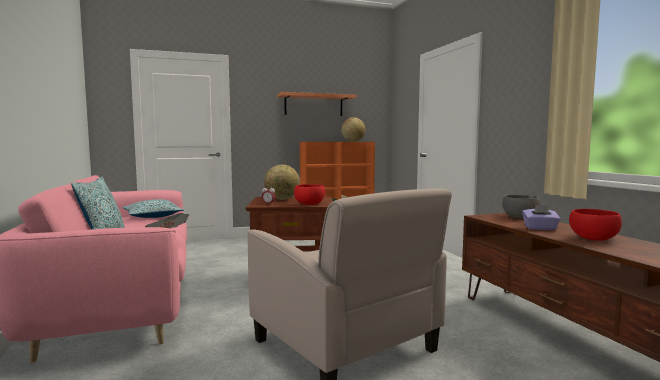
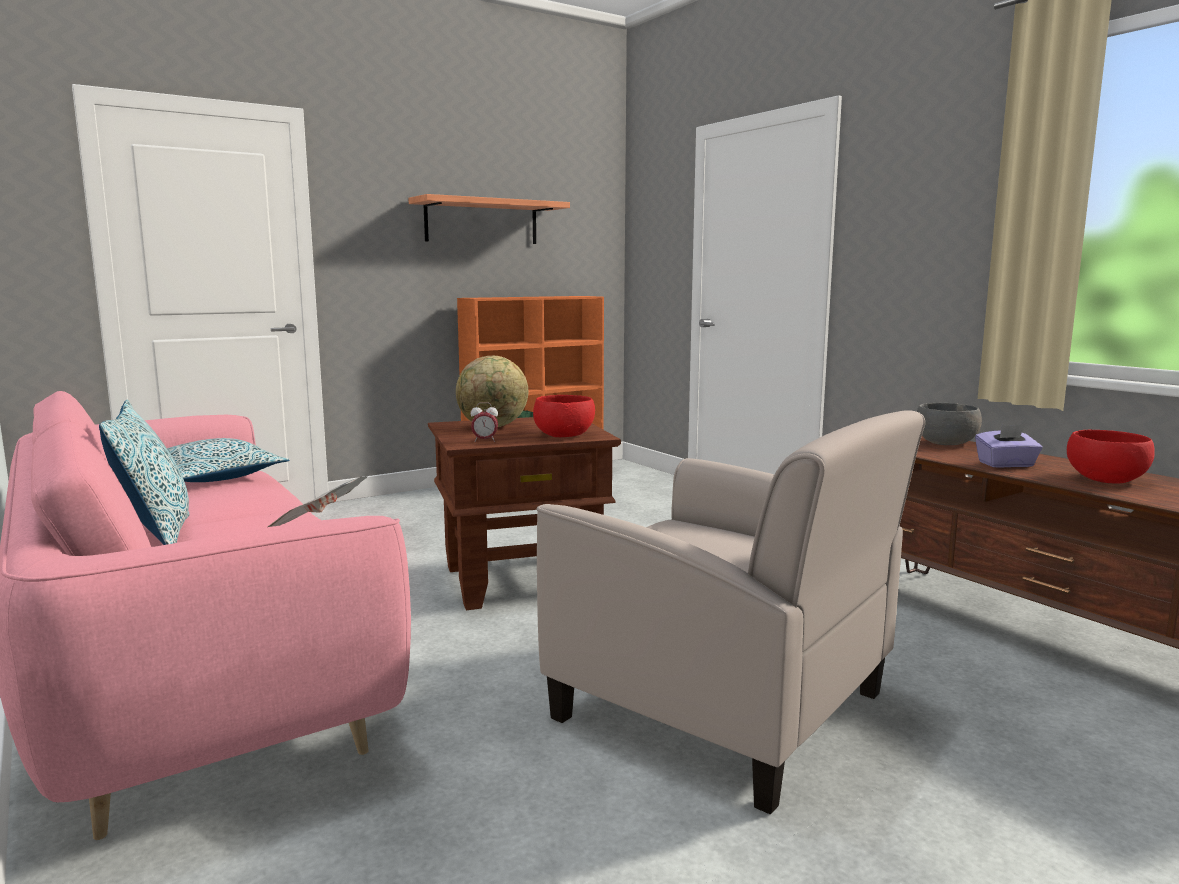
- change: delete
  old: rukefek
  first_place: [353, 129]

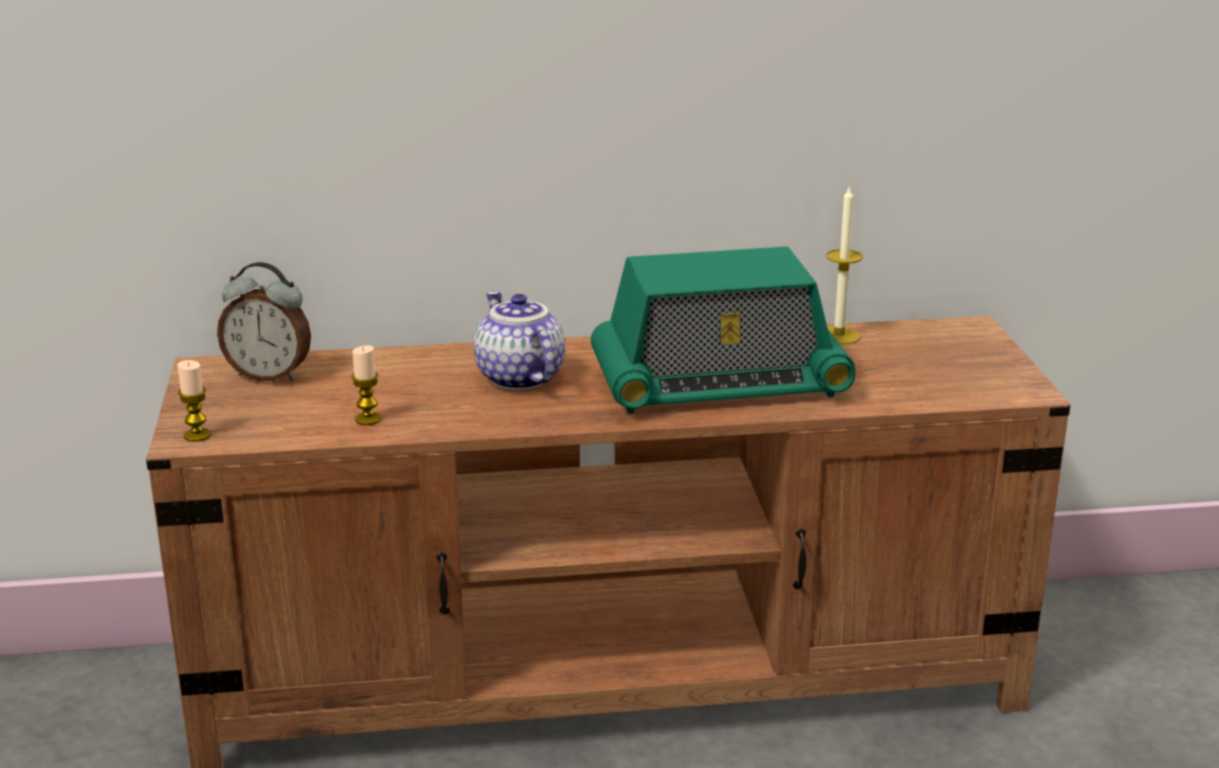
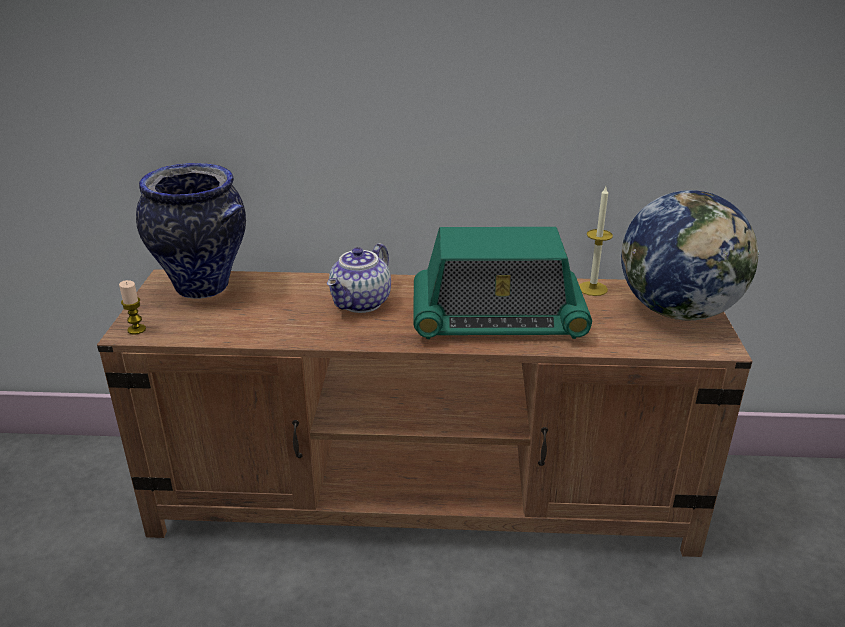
- change: delete
  old: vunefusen
  first_place: [366, 385]
- change: insert
  new: rukefek
  second_place: [690, 255]
- change: replace
  old: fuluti
  new: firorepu
  first_place: [264, 322]
  second_place: [191, 231]
- change: rotate
  old: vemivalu
  first_place: [519, 341]
  second_place: [359, 278]
  degrees: -135

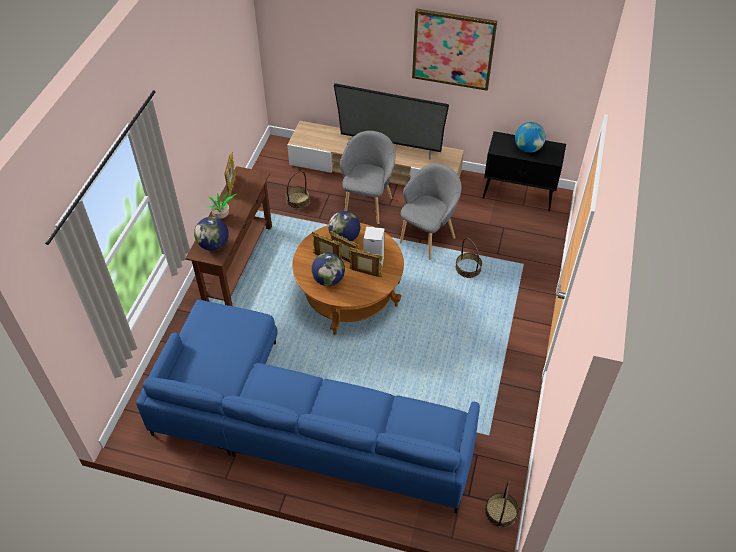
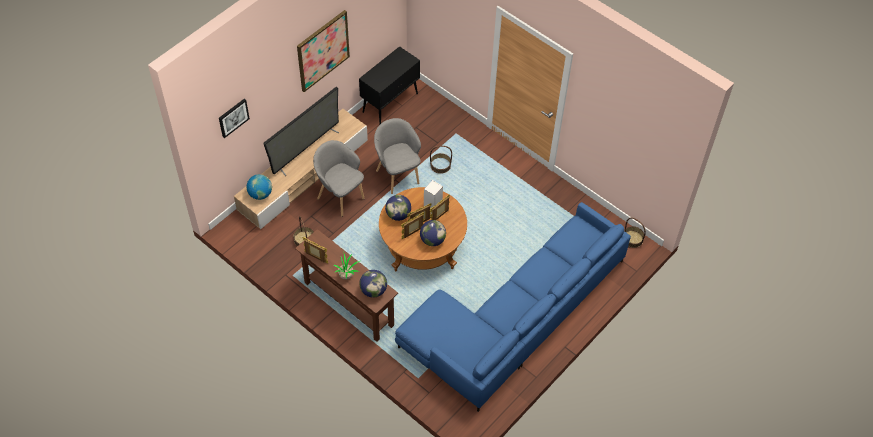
- change: insert
  new: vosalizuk
  second_place: [234, 118]
- change: move
  old: rukefek
  first_place: [530, 137]
  second_place: [259, 187]

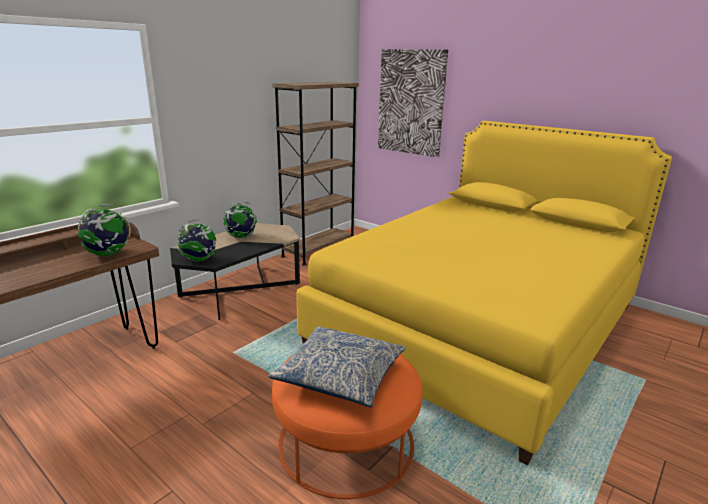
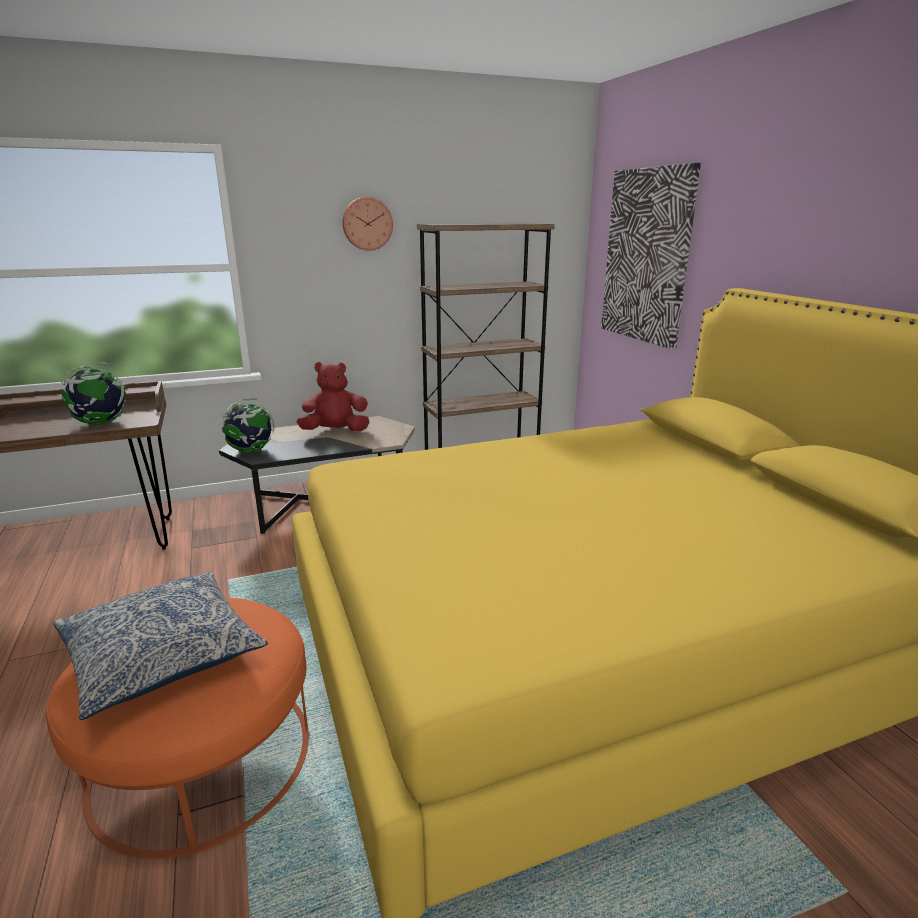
- change: insert
  new: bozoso
  second_place: [367, 223]
- change: replace
  old: rukefek
  new: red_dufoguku
  first_place: [240, 220]
  second_place: [333, 396]

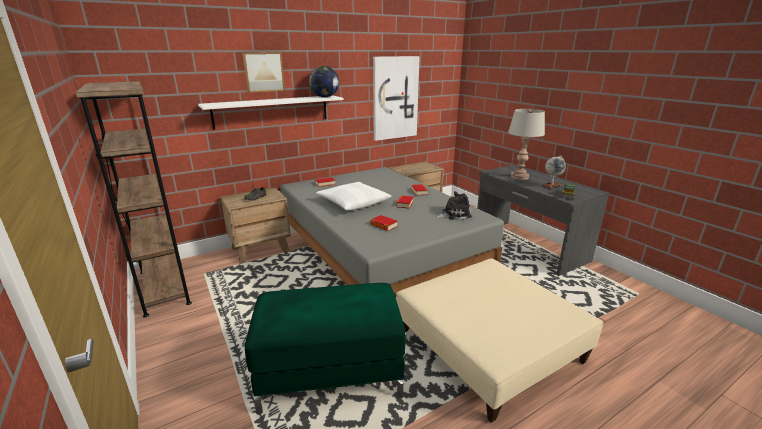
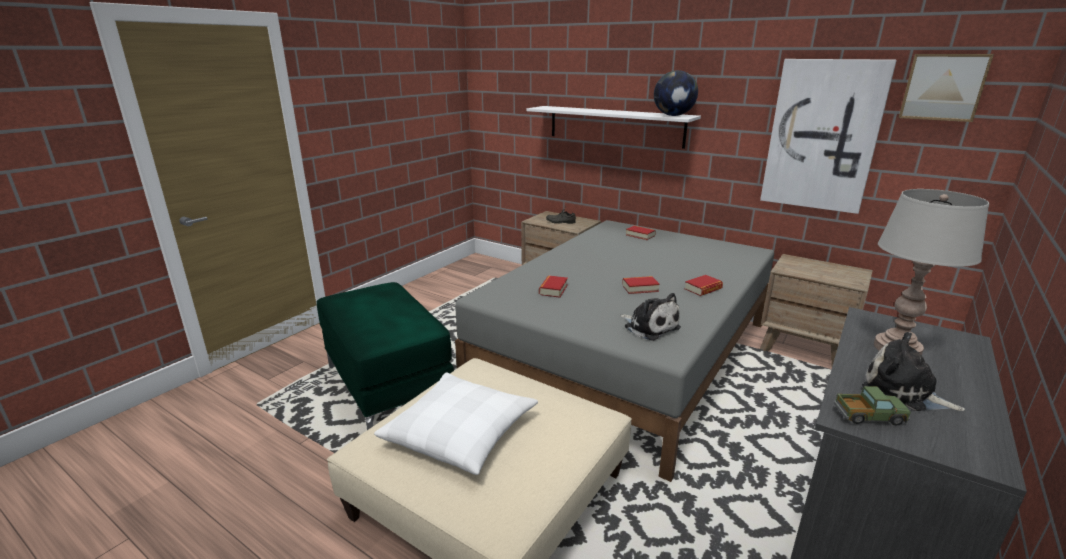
- change: delete
  old: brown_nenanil
  first_place: [134, 199]
- change: move
  old: vosalizuk
  first_place: [264, 72]
  second_place: [946, 88]
- change: move
  old: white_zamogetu
  first_place: [353, 196]
  second_place: [456, 423]
- change: replace
  old: rukefek
  new: dufoguku
  first_place: [554, 173]
  second_place: [913, 371]

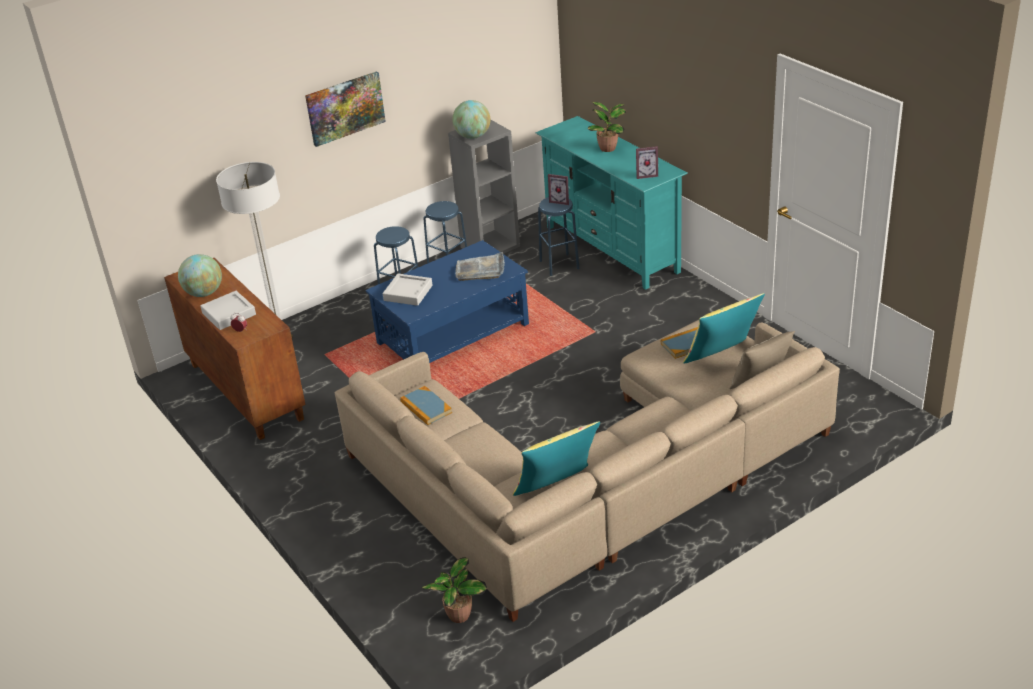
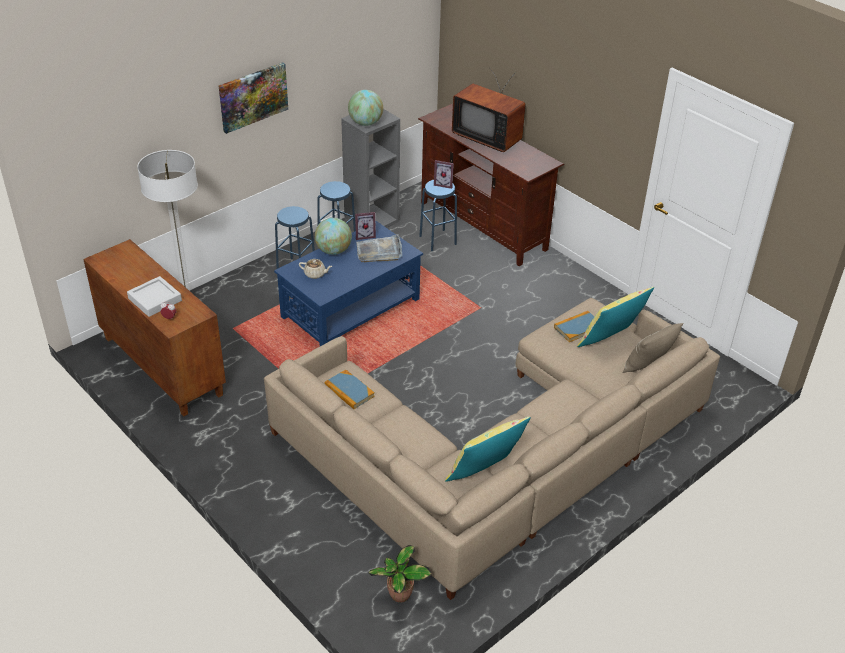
- change: move
  old: rukefek
  first_place: [200, 275]
  second_place: [333, 236]
- change: move
  old: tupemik
  first_place: [647, 162]
  second_place: [365, 226]
- change: replace
  old: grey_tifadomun
  new: beige_vemivalu
  first_place: [407, 290]
  second_place: [315, 269]
- change: replace
  old: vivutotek
  new: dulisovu
  first_place: [606, 127]
  second_place: [489, 109]
- change: recolor
  old: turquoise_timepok
  new: brown_timepok
  first_place: [612, 203]
  second_place: [491, 185]

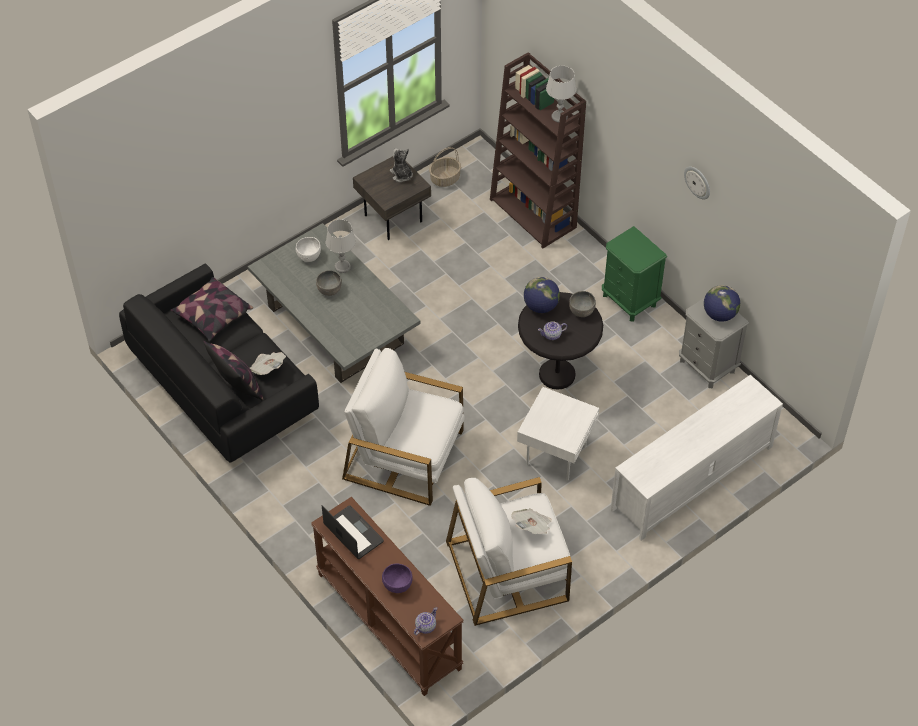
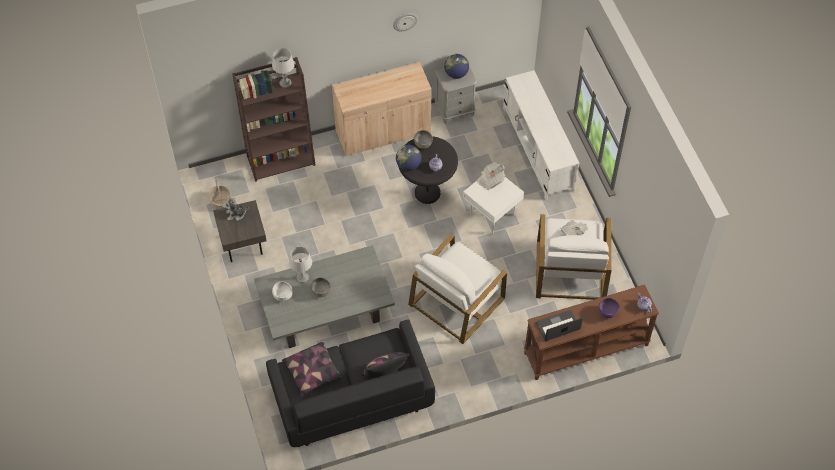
- change: move
  old: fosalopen
  first_place: [268, 363]
  second_place: [491, 176]
- change: replace
  old: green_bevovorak
  new: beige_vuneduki
  first_place: [634, 274]
  second_place: [381, 109]

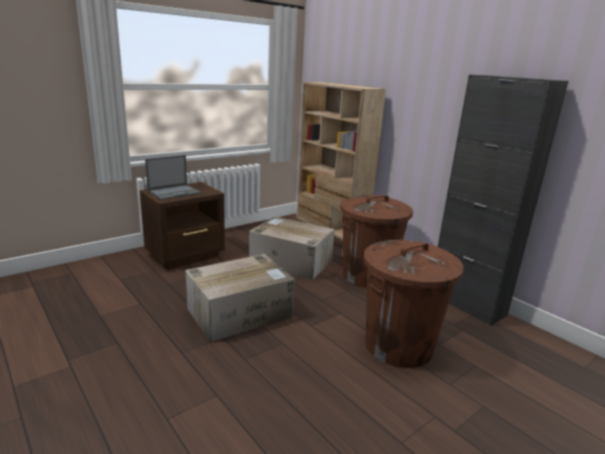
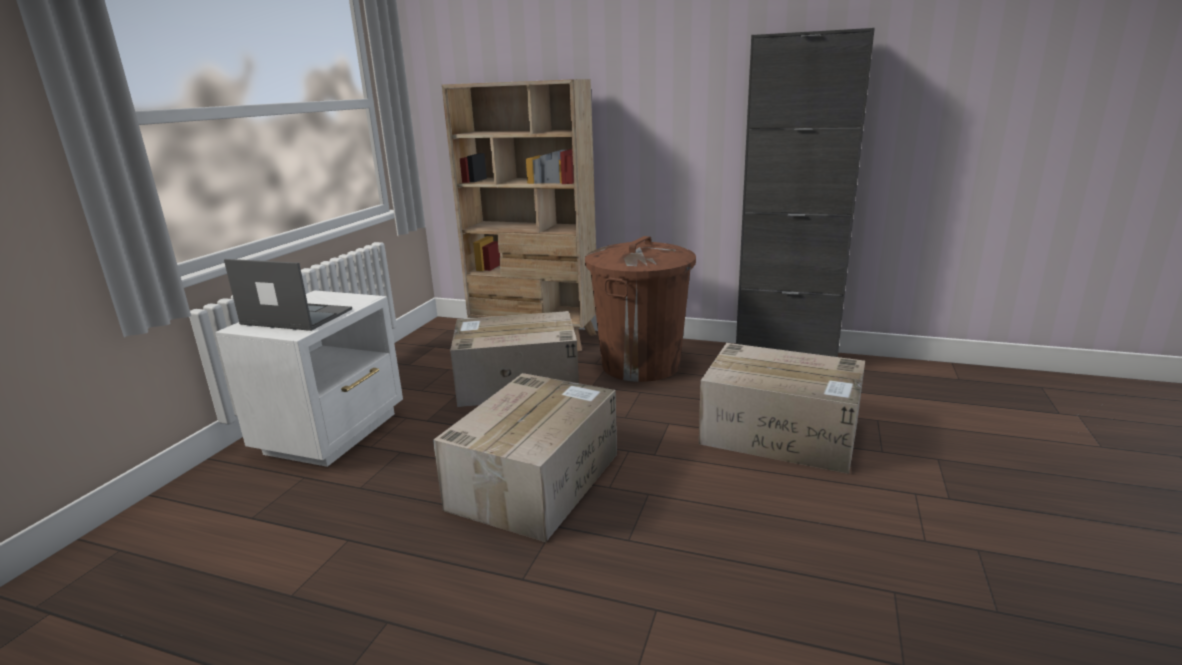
- change: replace
  old: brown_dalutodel
  new: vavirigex
  first_place: [414, 304]
  second_place: [782, 408]
- change: recolor
  old: brown_bevovorak
  new: white_bevovorak
  first_place: [182, 226]
  second_place: [309, 378]
- change: rotate
  old: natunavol
  first_place: [173, 177]
  second_place: [288, 295]
  degrees: -90

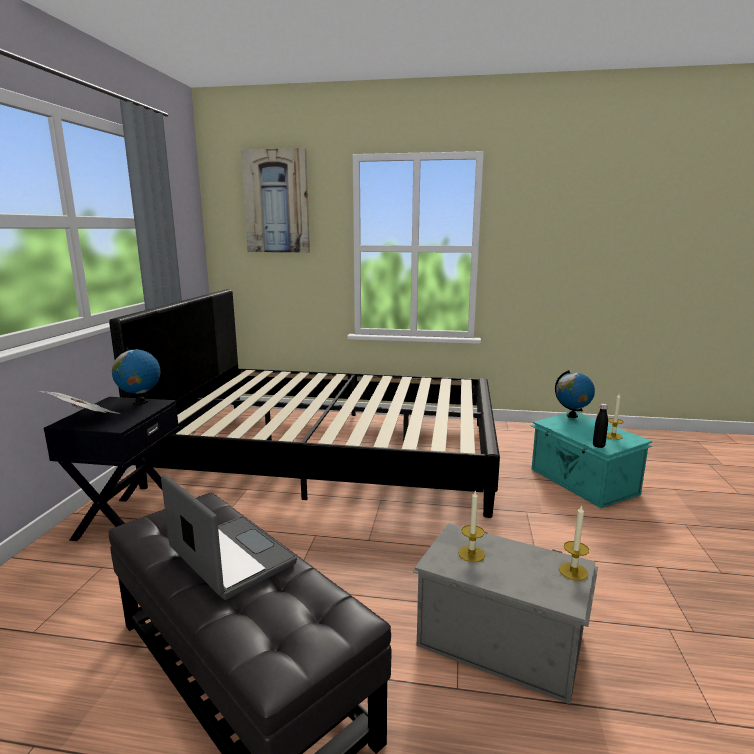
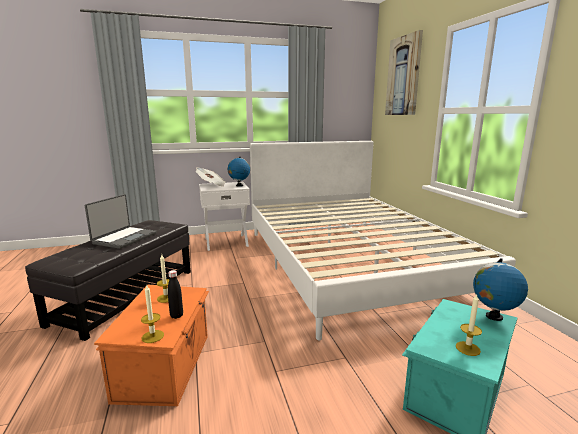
- change: move
  old: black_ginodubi
  first_place: [600, 426]
  second_place: [175, 294]
- change: recolor
  old: black_bevovorak
  new: white_bevovorak
  first_place: [111, 469]
  second_place: [224, 216]
- change: recolor
  old: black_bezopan
  new: white_bezopan
  first_place: [304, 403]
  second_place: [383, 241]
- change: recolor
  old: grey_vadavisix
  new: orange_vadavisix
  first_place: [505, 613]
  second_place: [151, 345]

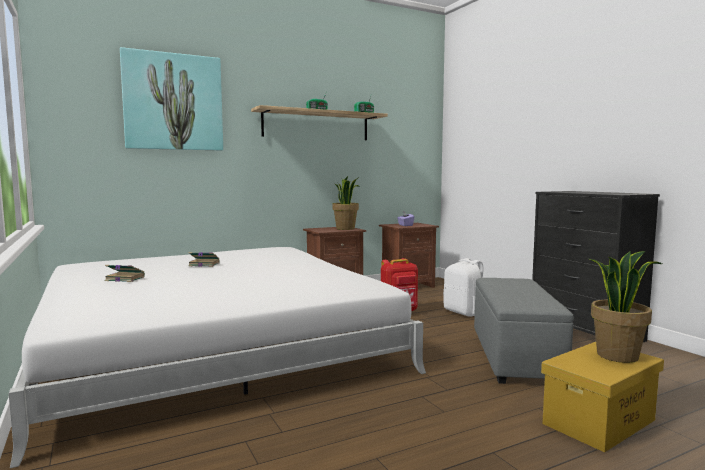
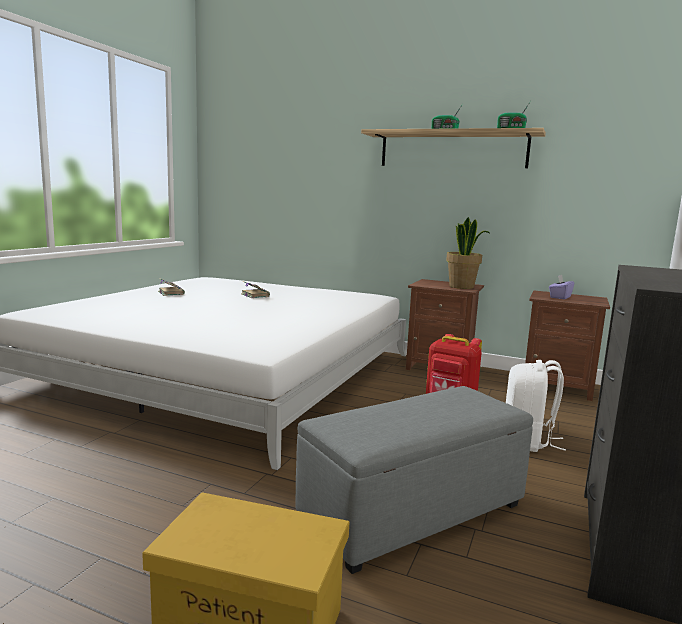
- change: delete
  old: vosalizuk
  first_place: [171, 99]
- change: delete
  old: vivutotek
  first_place: [625, 307]

